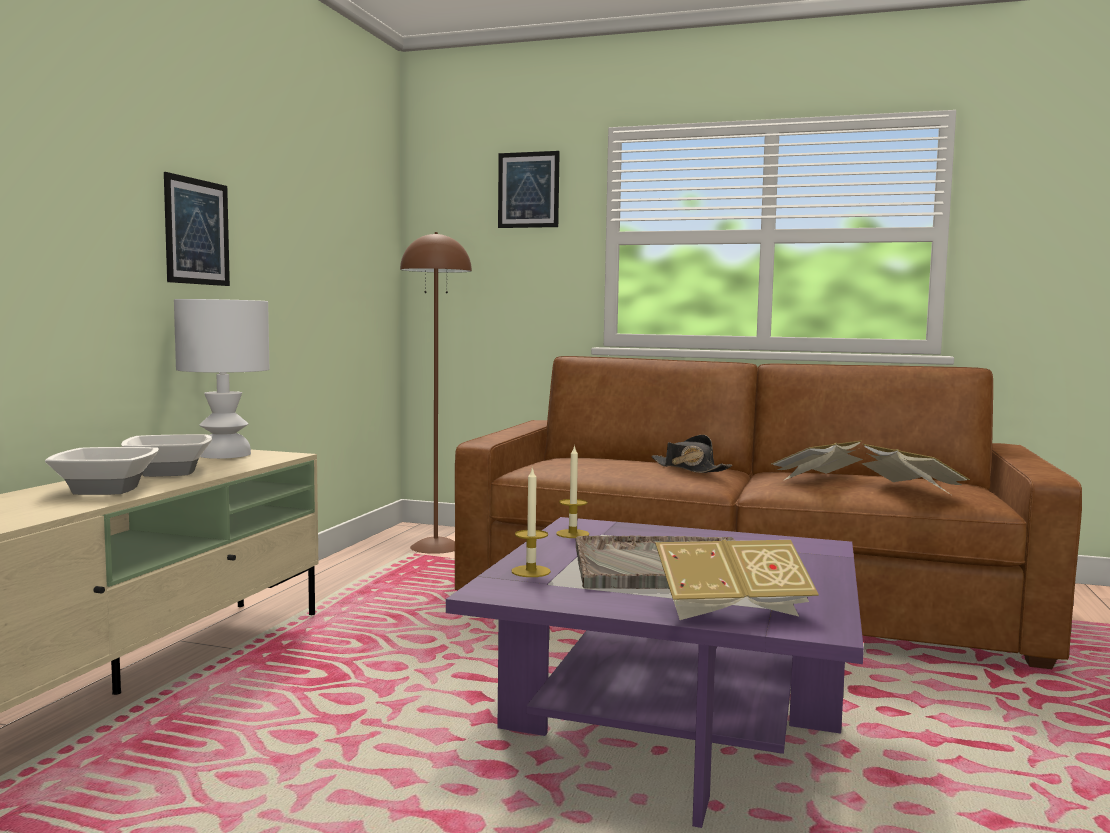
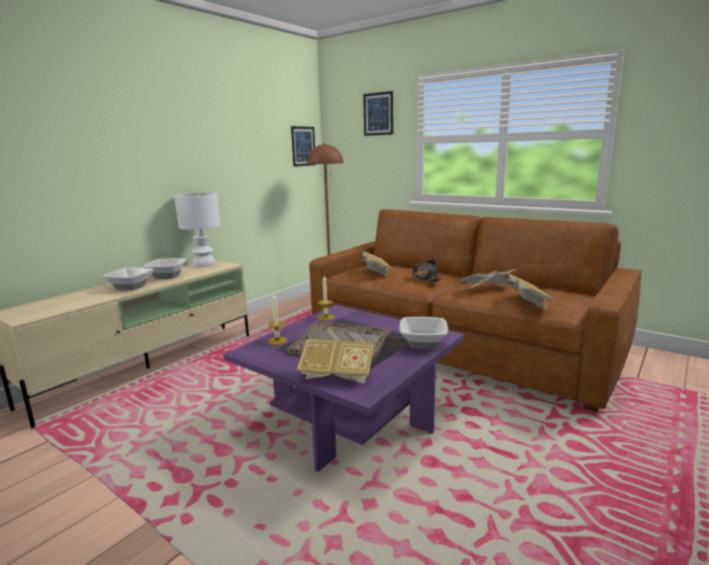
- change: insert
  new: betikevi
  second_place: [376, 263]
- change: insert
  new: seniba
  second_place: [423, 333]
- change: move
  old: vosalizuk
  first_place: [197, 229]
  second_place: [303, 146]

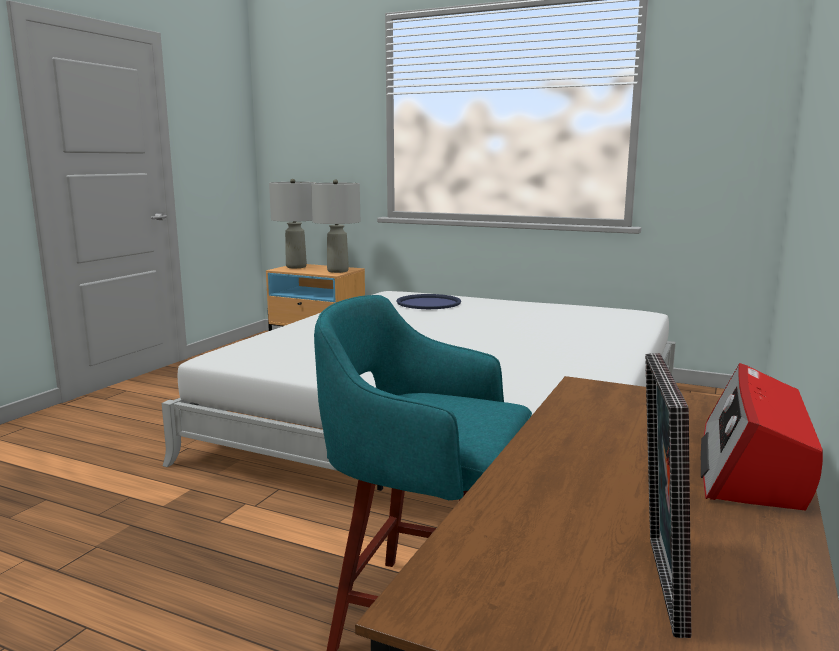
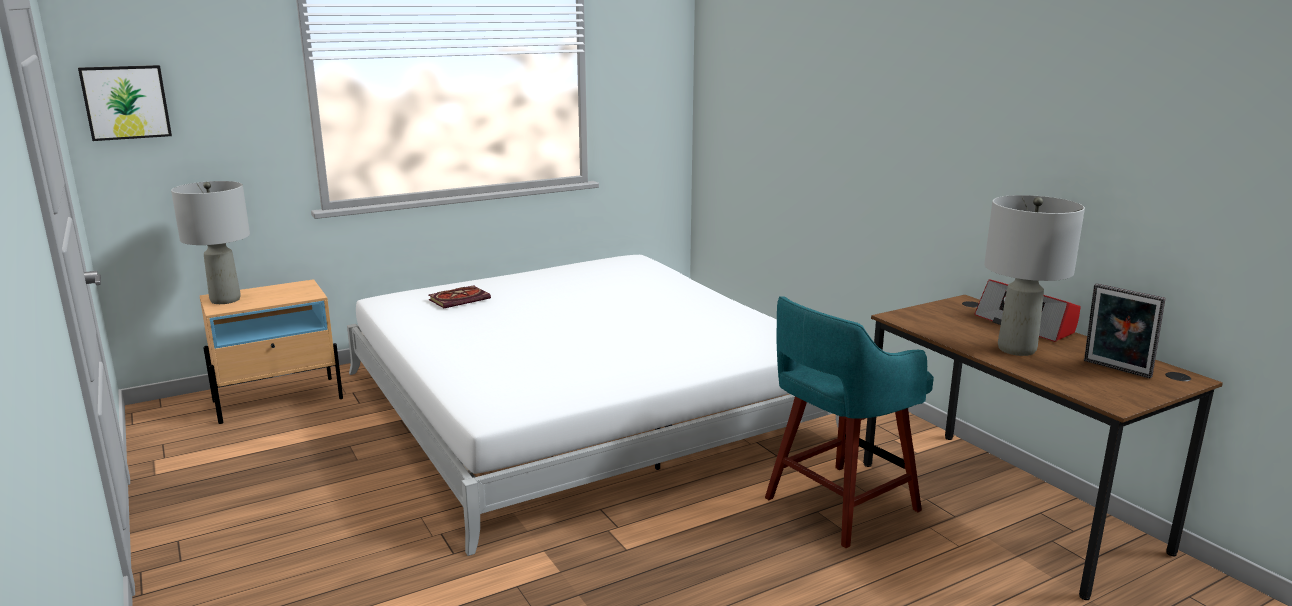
- change: insert
  new: vosalizuk
  second_place: [125, 103]
- change: move
  old: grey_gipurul
  first_place: [335, 226]
  second_place: [1034, 275]
- change: replace
  old: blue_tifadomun
  new: betikevi
  first_place: [429, 301]
  second_place: [459, 296]

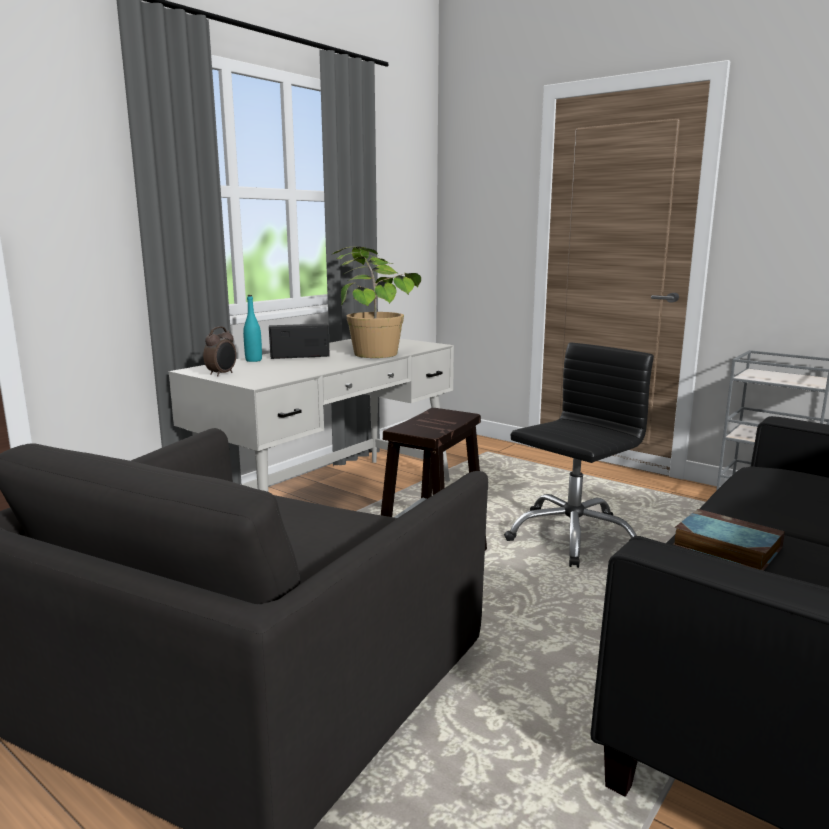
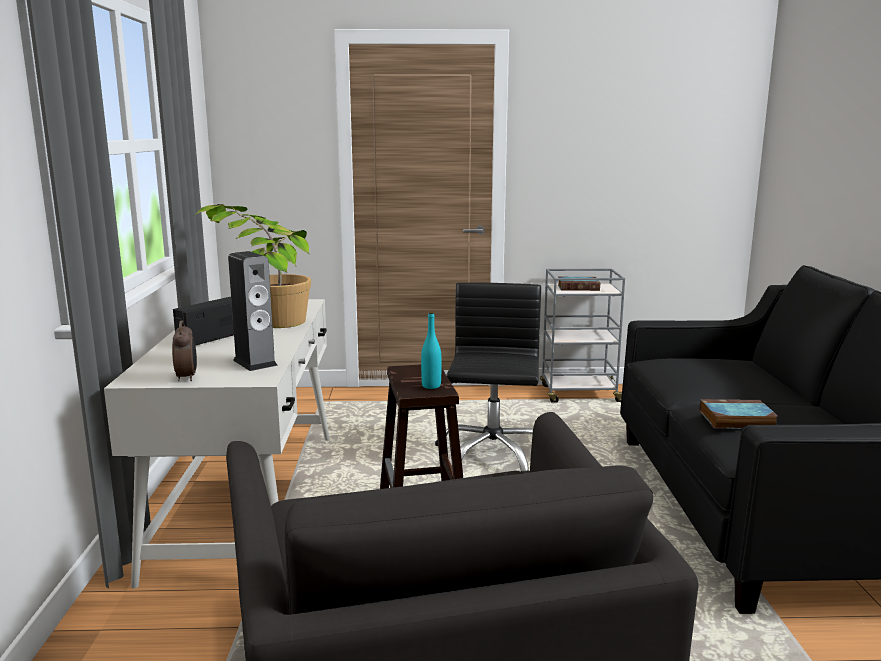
- change: insert
  new: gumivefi
  second_place: [253, 311]
- change: insert
  new: betikevi
  second_place: [579, 284]
- change: move
  old: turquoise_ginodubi
  first_place: [252, 328]
  second_place: [431, 350]

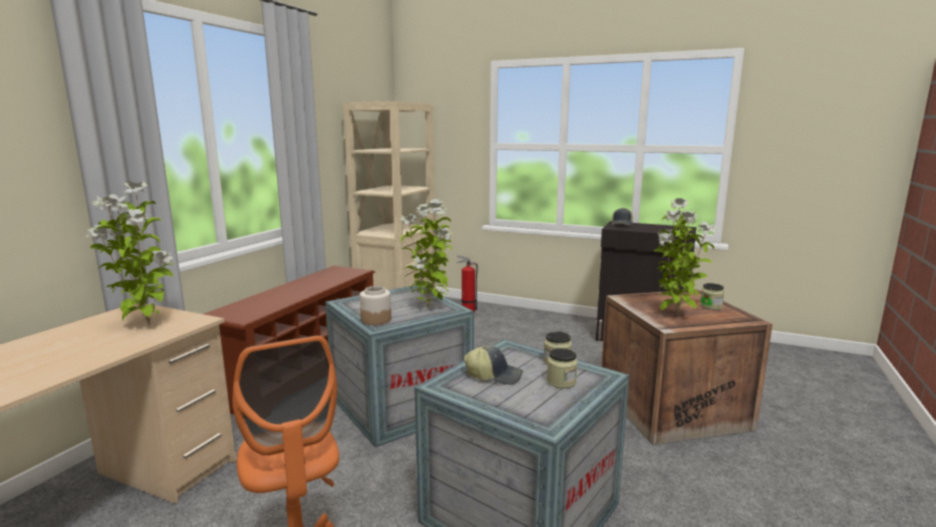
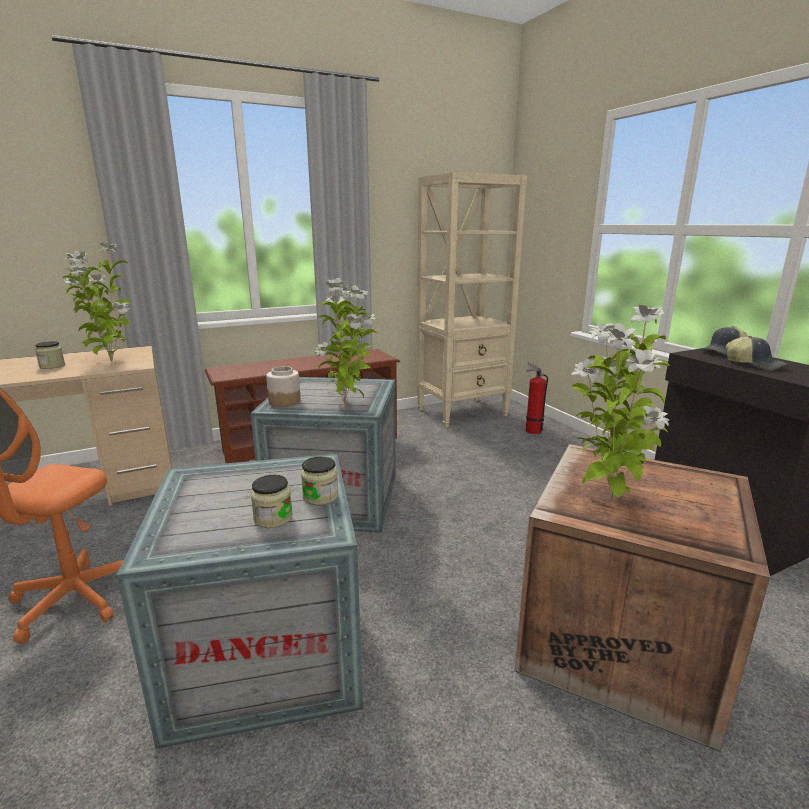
- change: move
  old: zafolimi
  first_place: [493, 365]
  second_place: [757, 353]
- change: move
  old: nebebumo
  first_place: [712, 296]
  second_place: [50, 355]

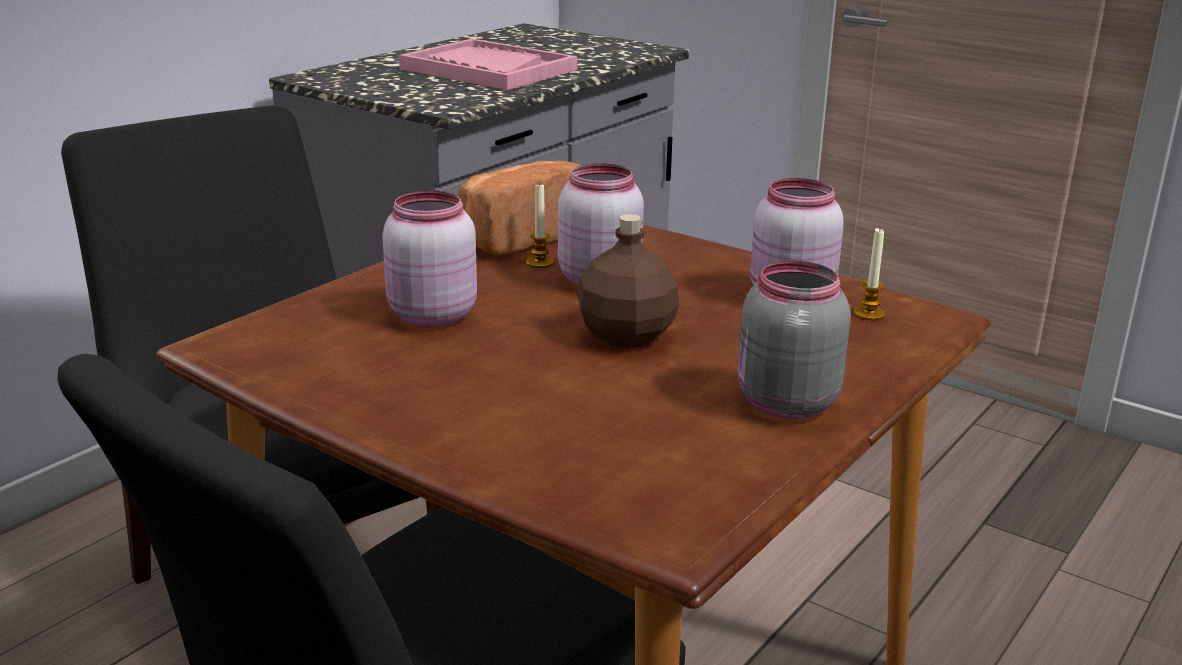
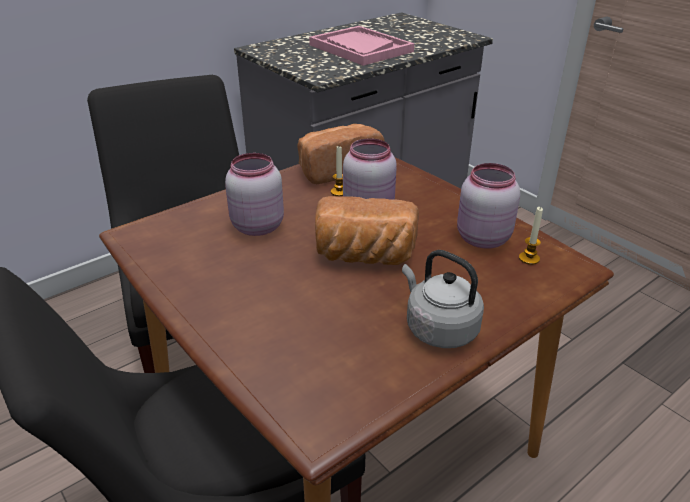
- change: replace
  old: brown_ginodubi
  new: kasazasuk
  first_place: [628, 281]
  second_place: [367, 230]
- change: replace
  old: grey_nebebumo
  new: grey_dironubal
  first_place: [794, 340]
  second_place: [443, 299]

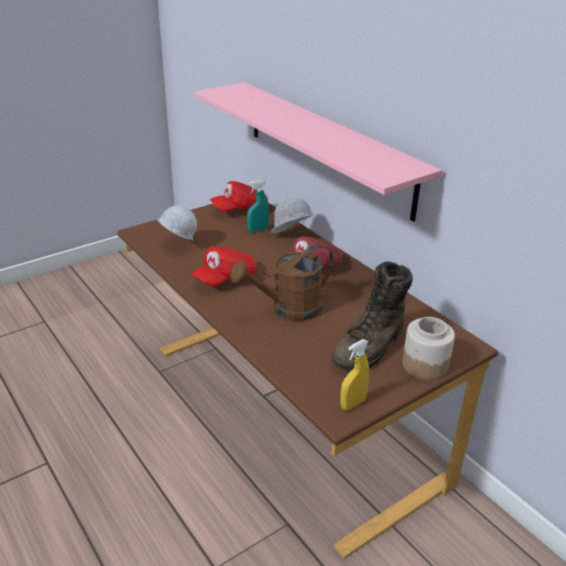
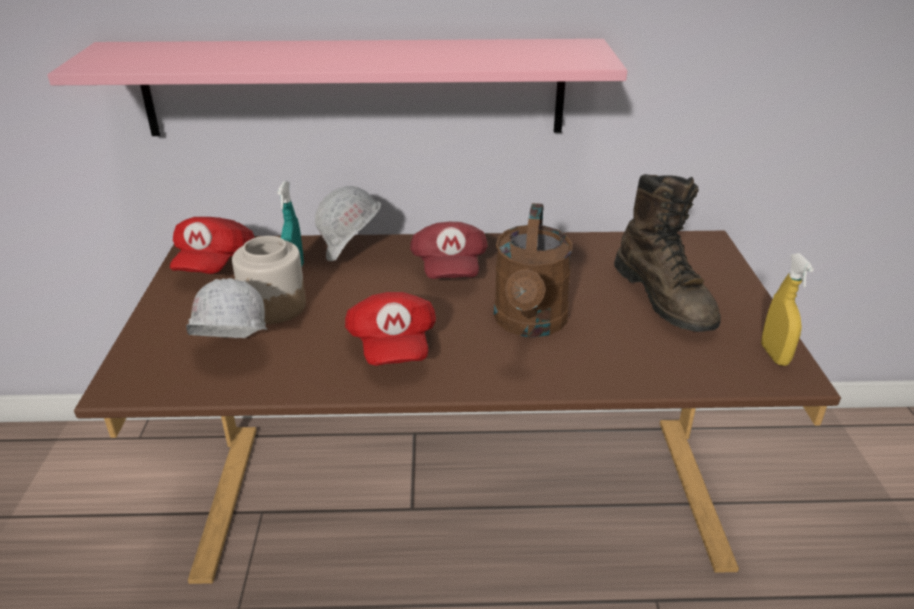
- change: move
  old: nebebumo
  first_place: [428, 348]
  second_place: [269, 280]

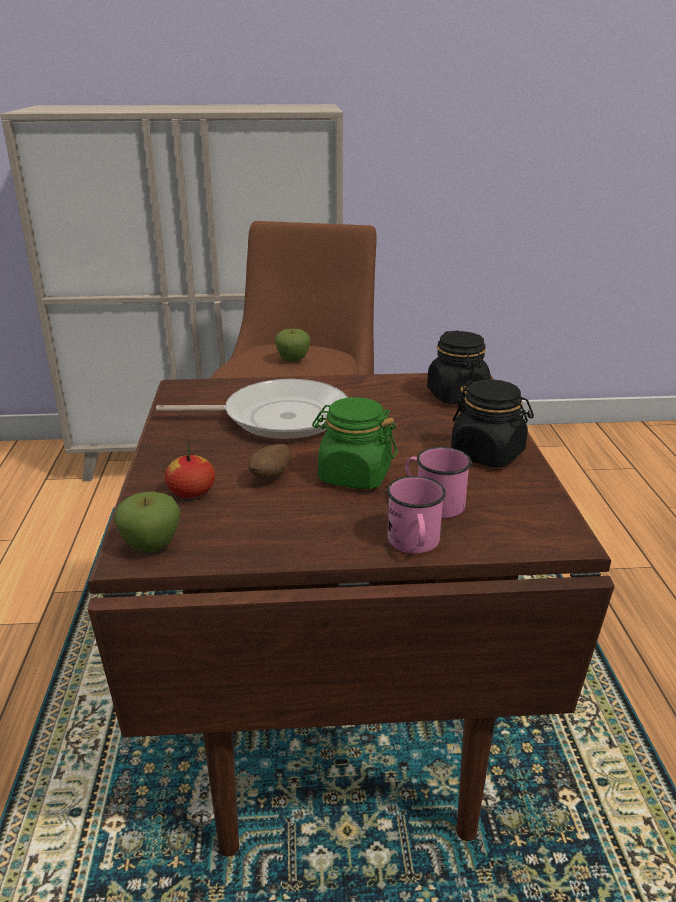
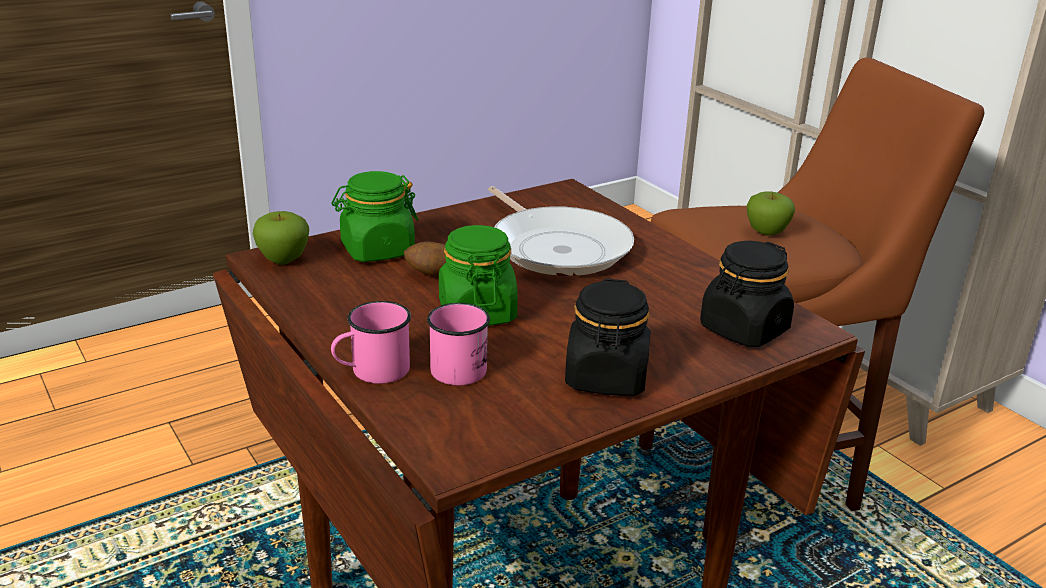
- change: replace
  old: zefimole
  new: green_nebebumo
  first_place: [190, 470]
  second_place: [374, 216]

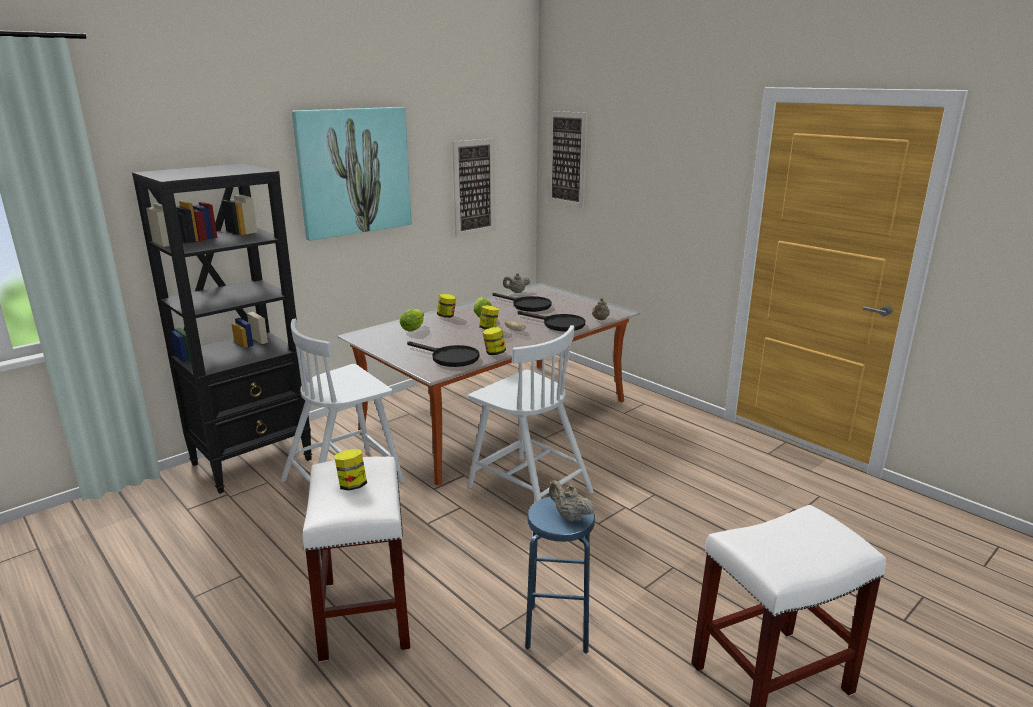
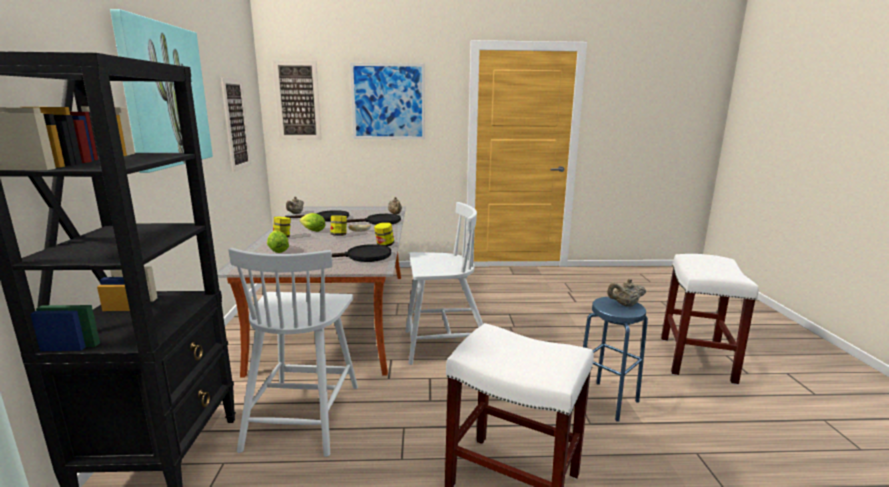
- change: delete
  old: nebebumo
  first_place: [350, 469]
- change: insert
  new: vosalizuk
  second_place: [387, 101]

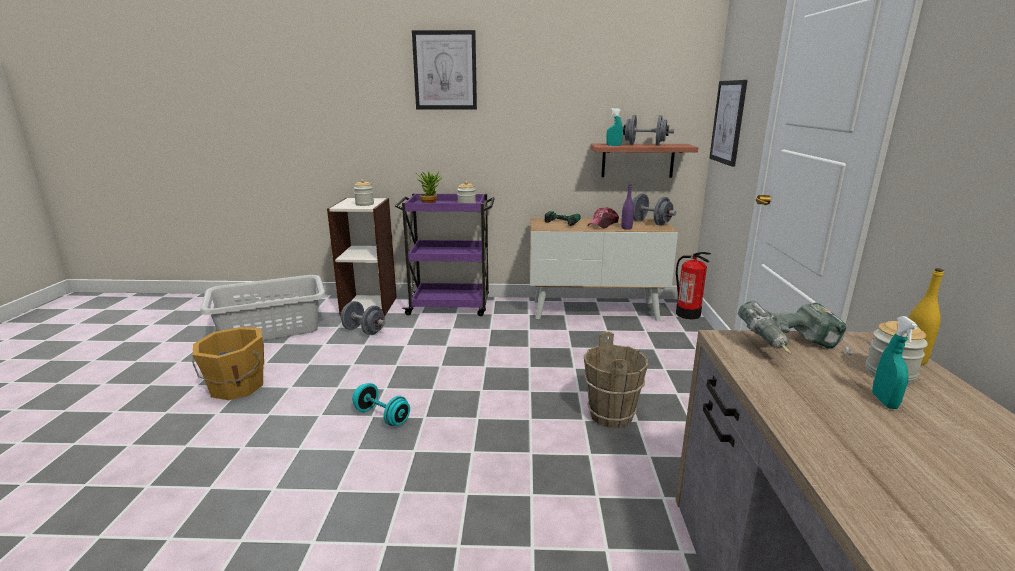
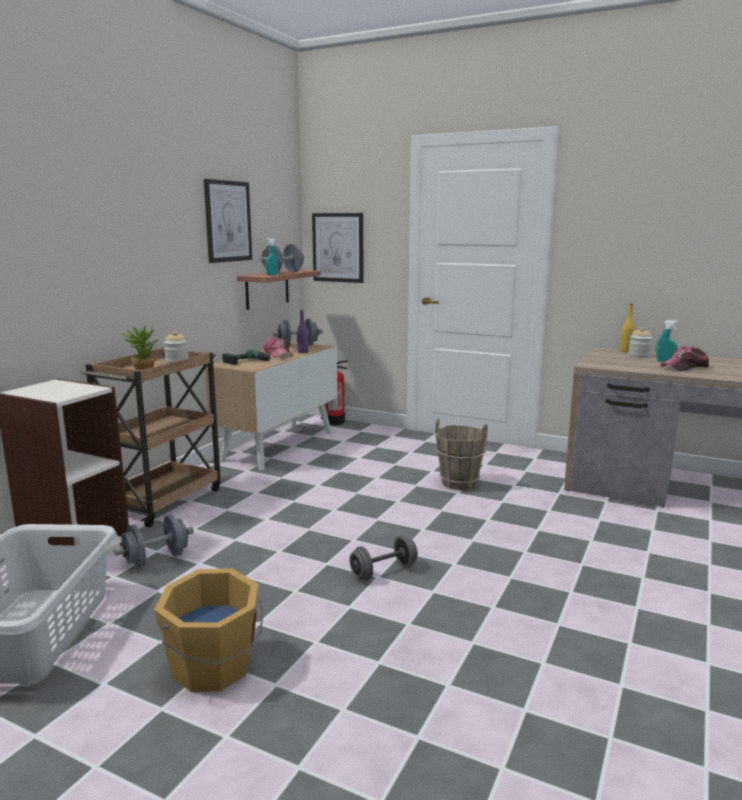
- change: delete
  old: nebebumo
  first_place: [364, 192]
- change: delete
  old: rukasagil
  first_place: [795, 327]
- change: insert
  new: zafolimi
  second_place: [685, 358]
- change: move
  old: vosalizuk
  first_place: [444, 70]
  second_place: [228, 221]
- change: recolor
  old: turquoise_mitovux
  new: grey_mitovux
  first_place: [381, 404]
  second_place: [383, 557]
- change: recolor
  old: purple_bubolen
  new: brown_bubolen
  first_place: [445, 254]
  second_place: [151, 437]

